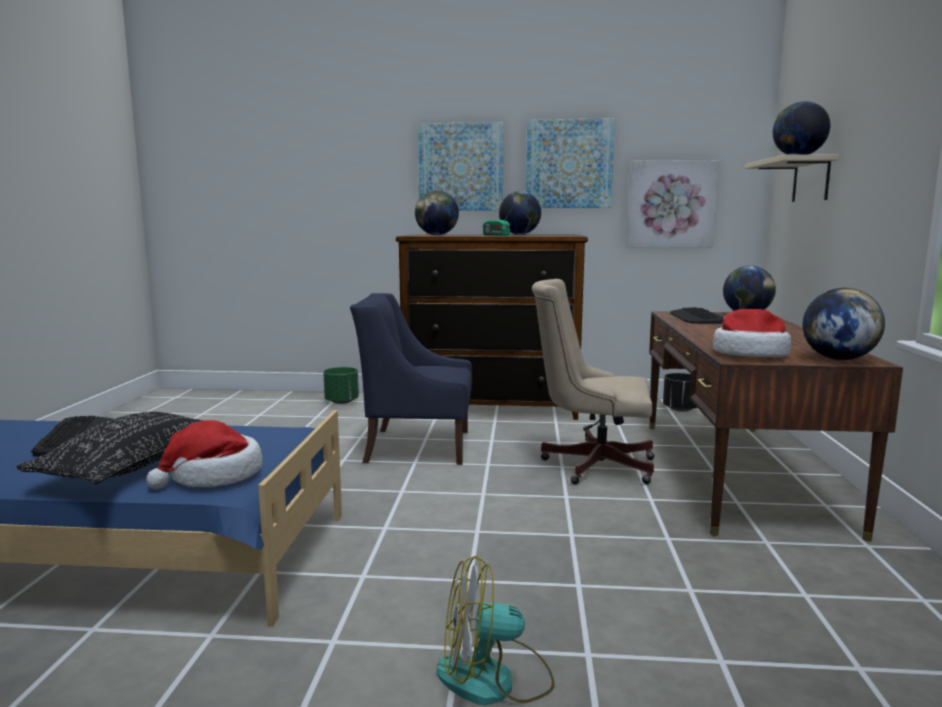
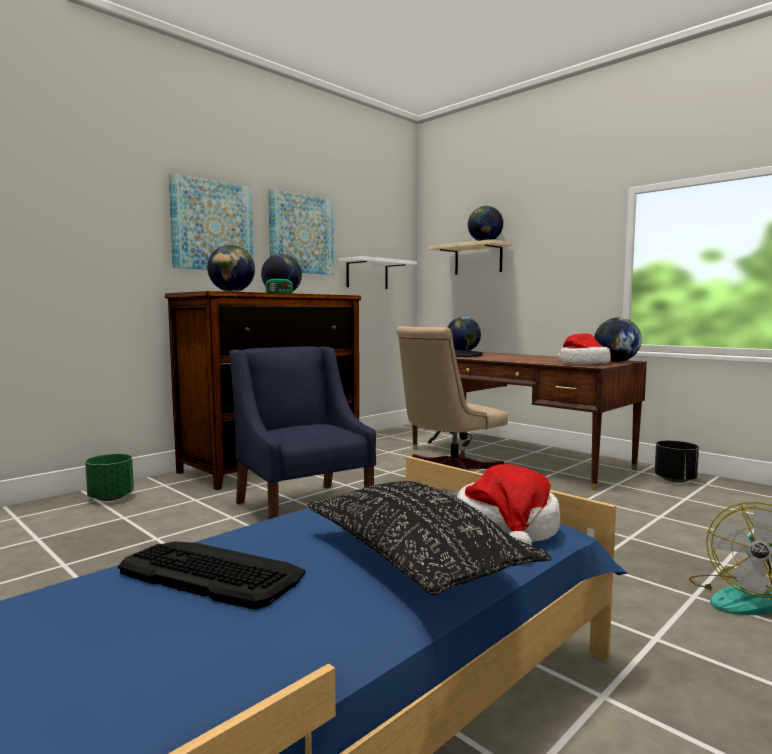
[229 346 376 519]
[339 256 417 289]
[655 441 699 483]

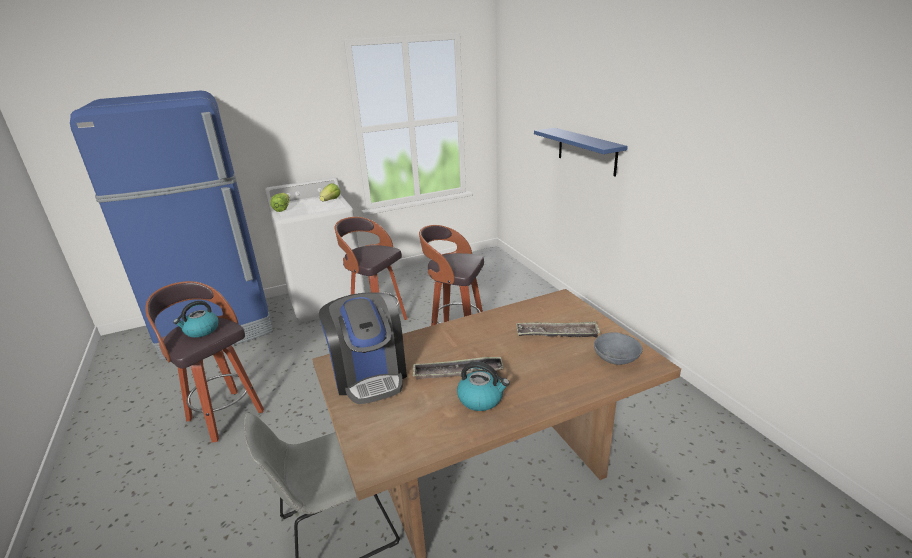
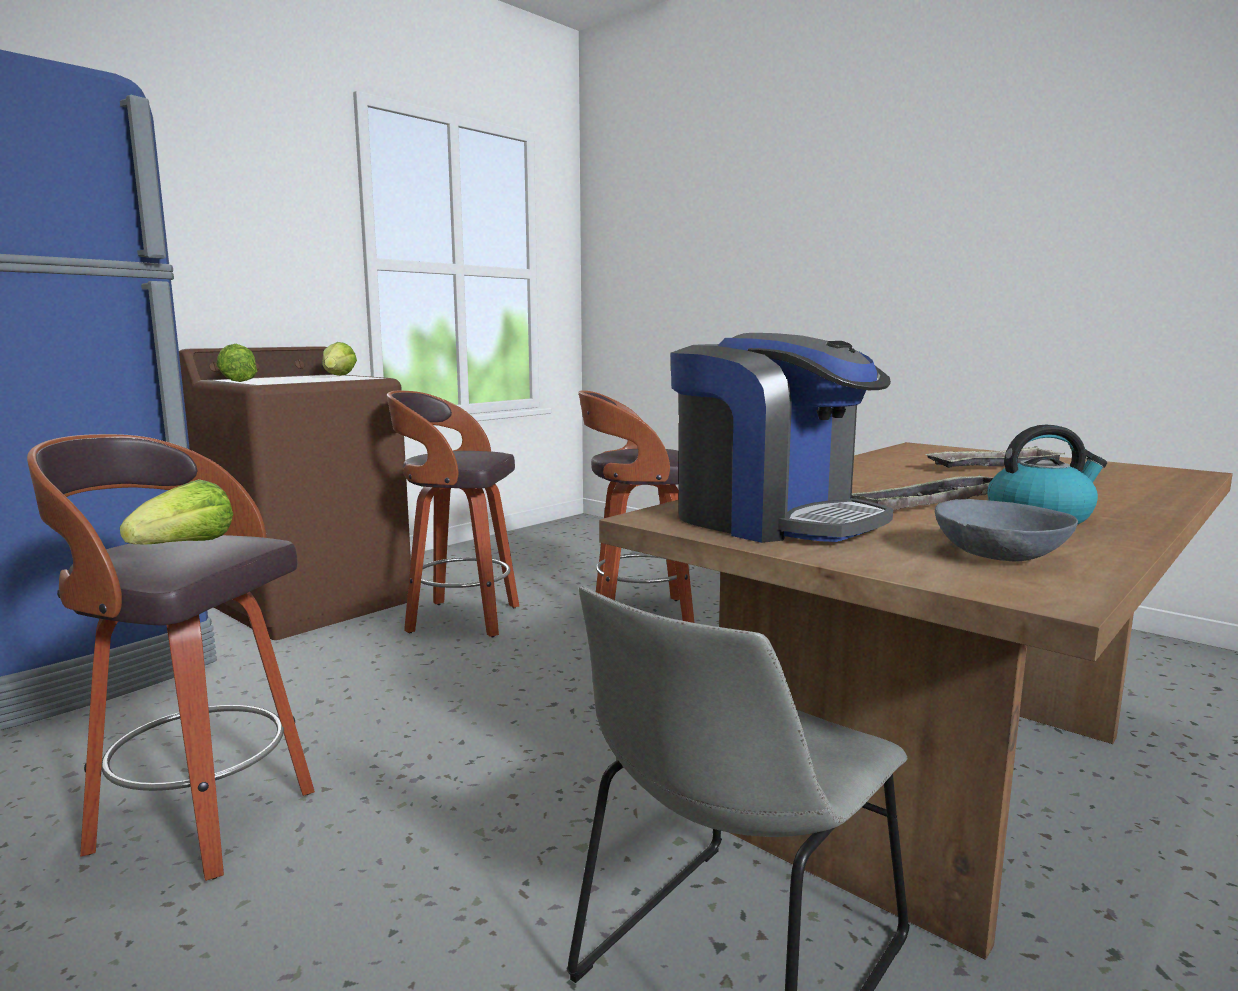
[120 479 233 545]
[179 346 411 640]
[935 499 1078 561]
[534 128 628 176] (first image)

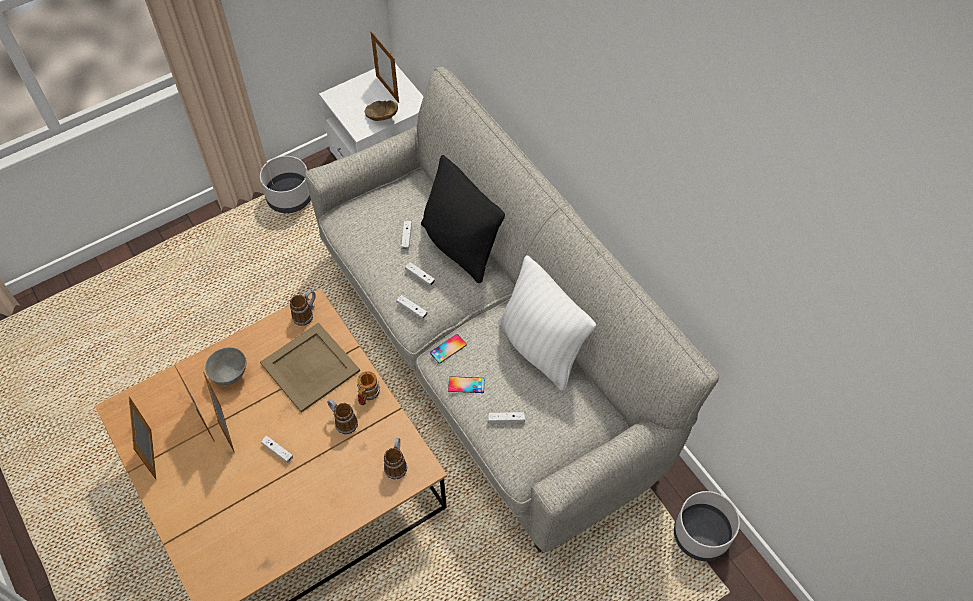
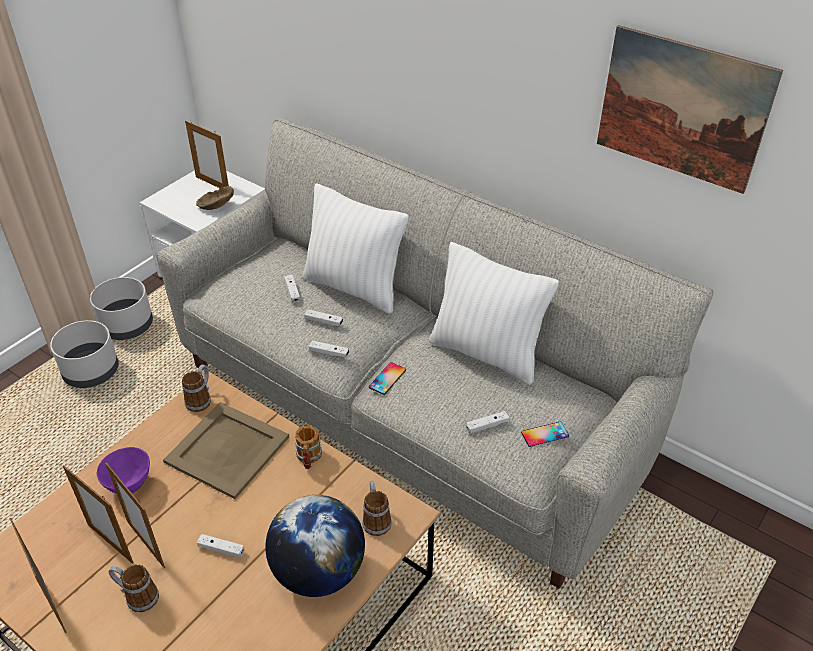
[50 320 119 388]
[97 447 150 494]
[109 564 159 612]
[265 495 365 597]
[302 183 409 314]
[521 422 569 447]
[597 25 783 194]

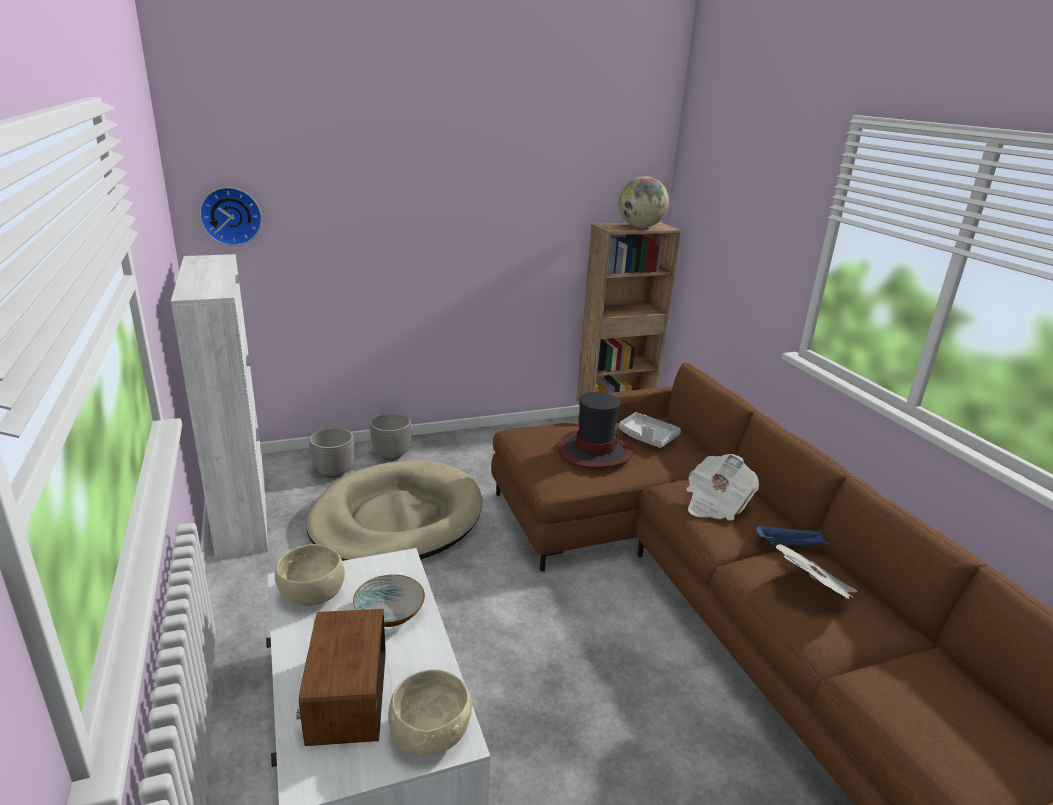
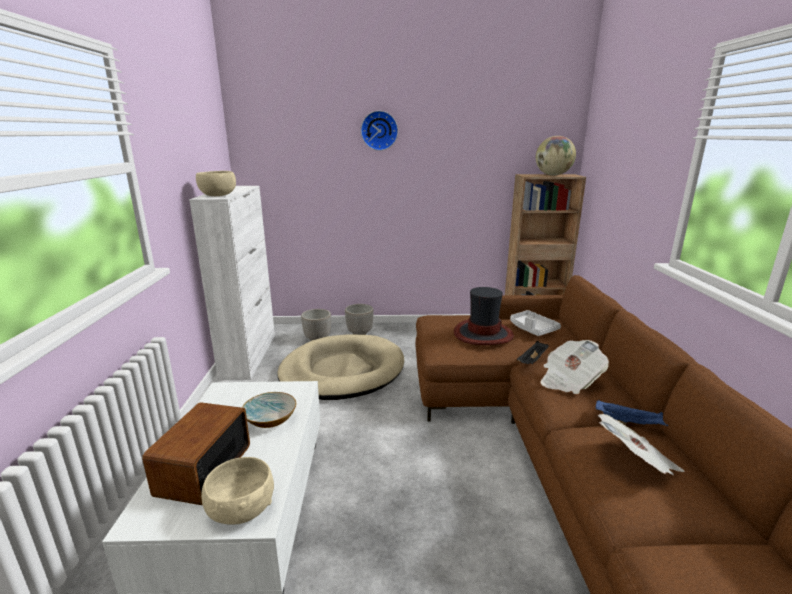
[196 171 236 196]
[361 111 398 151]
[517 341 549 364]

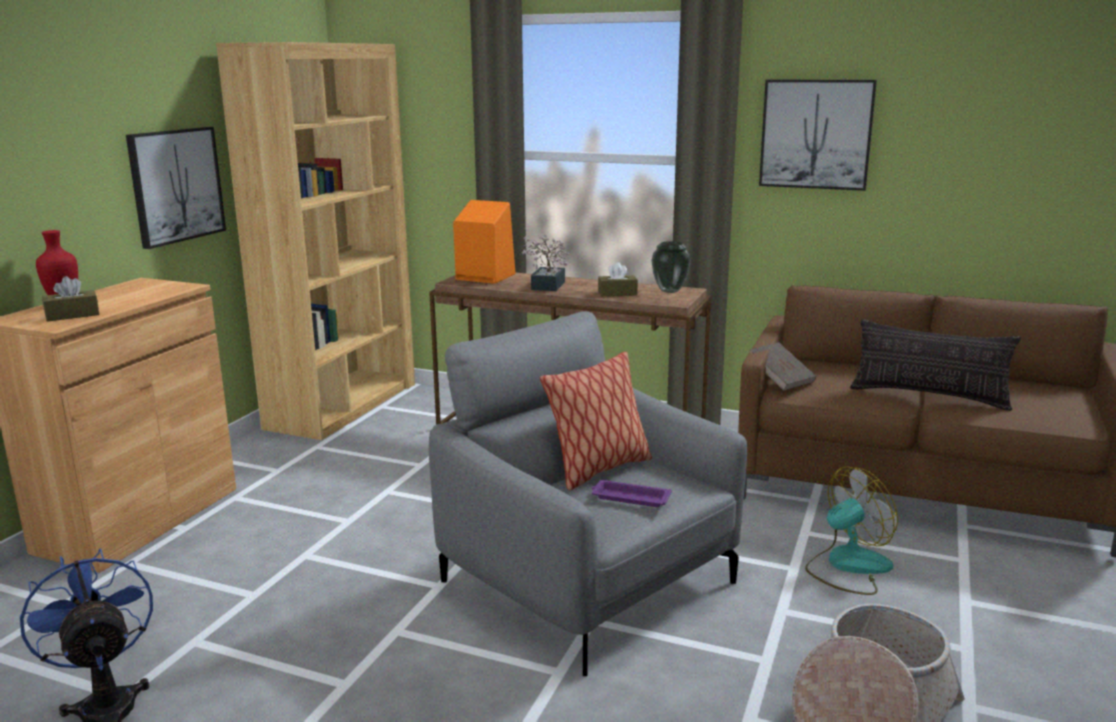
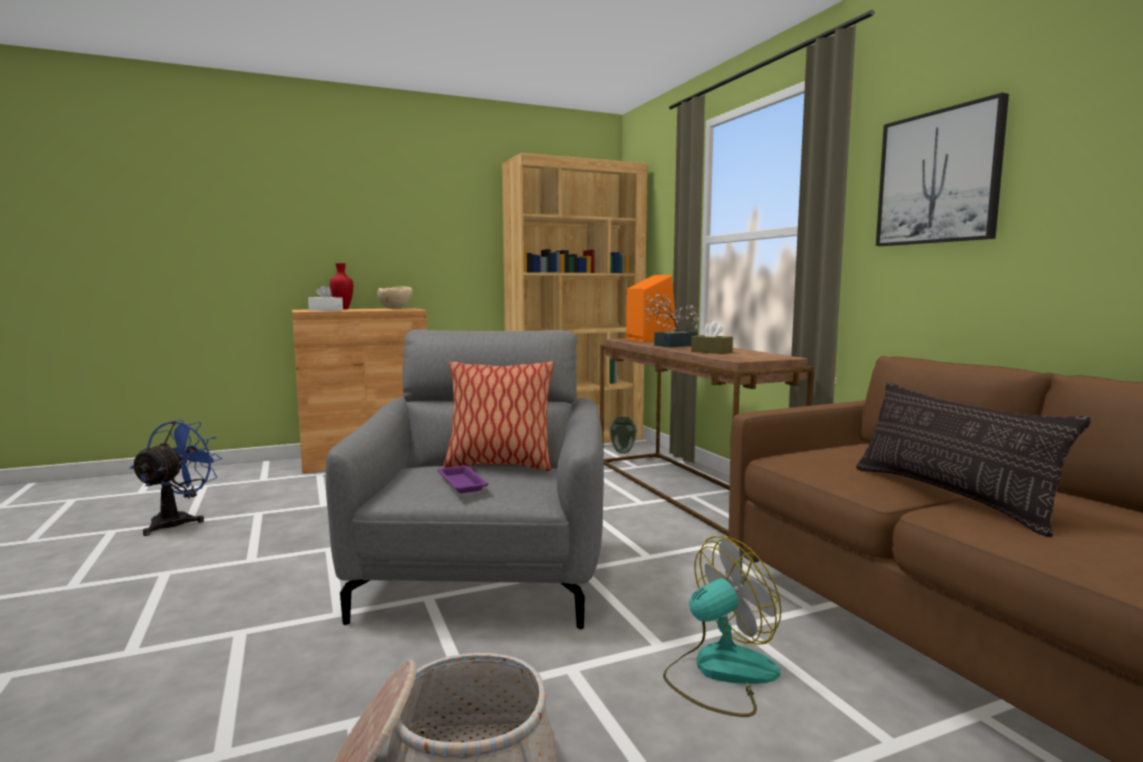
[308 285 343 311]
[377 286 413 309]
[609 417 637 454]
[663 536 781 717]
[126 127 226 249] (first image)
[750 343 816 391] (first image)

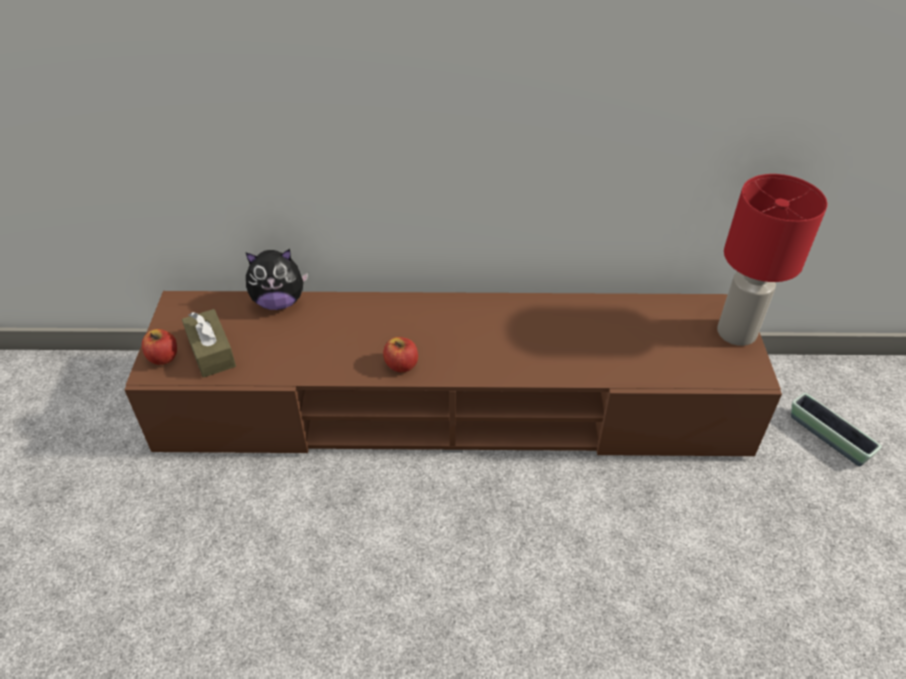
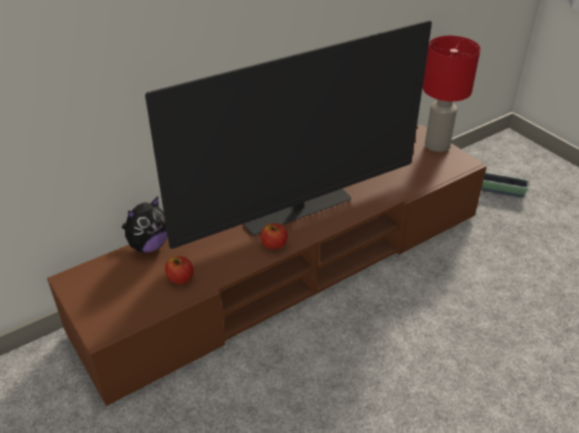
[145 20 432 249]
[165 256 194 284]
[182 309 236 378] (first image)

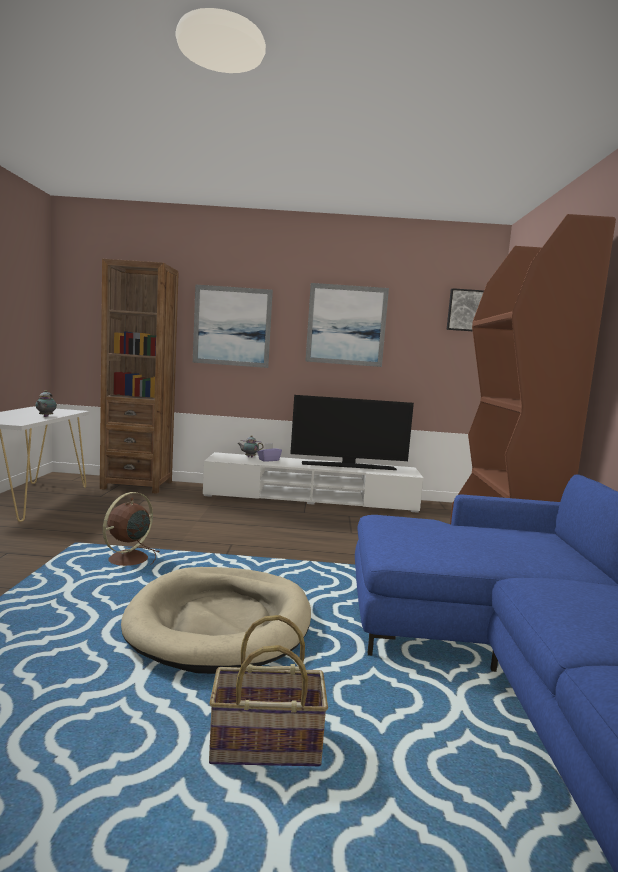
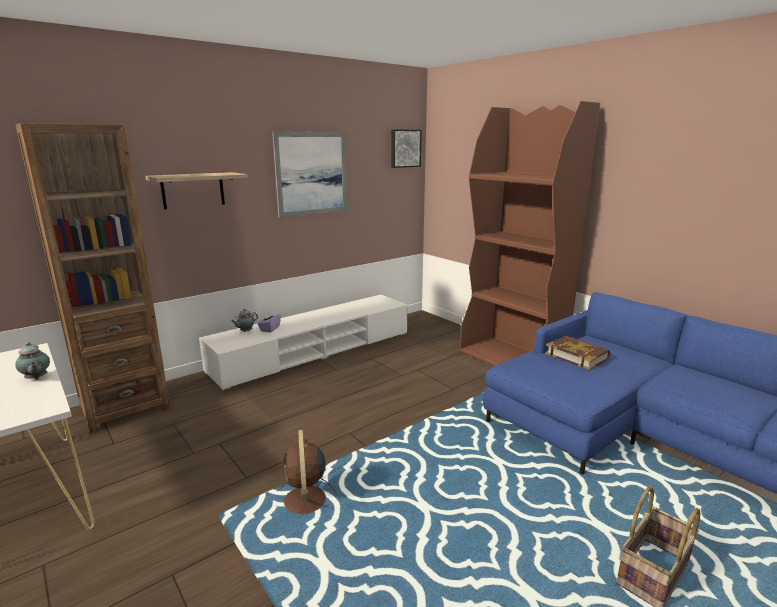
[146 172 248 209]
[545 336 610 370]
[121 567 311 674] (first image)
[290 395 414 470] (first image)

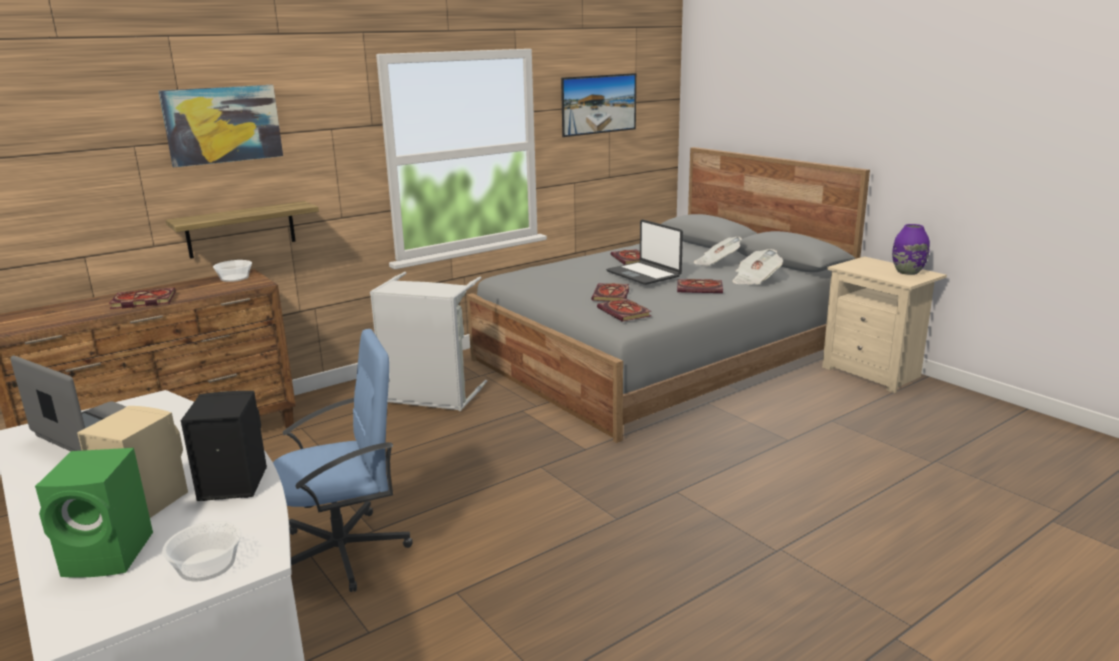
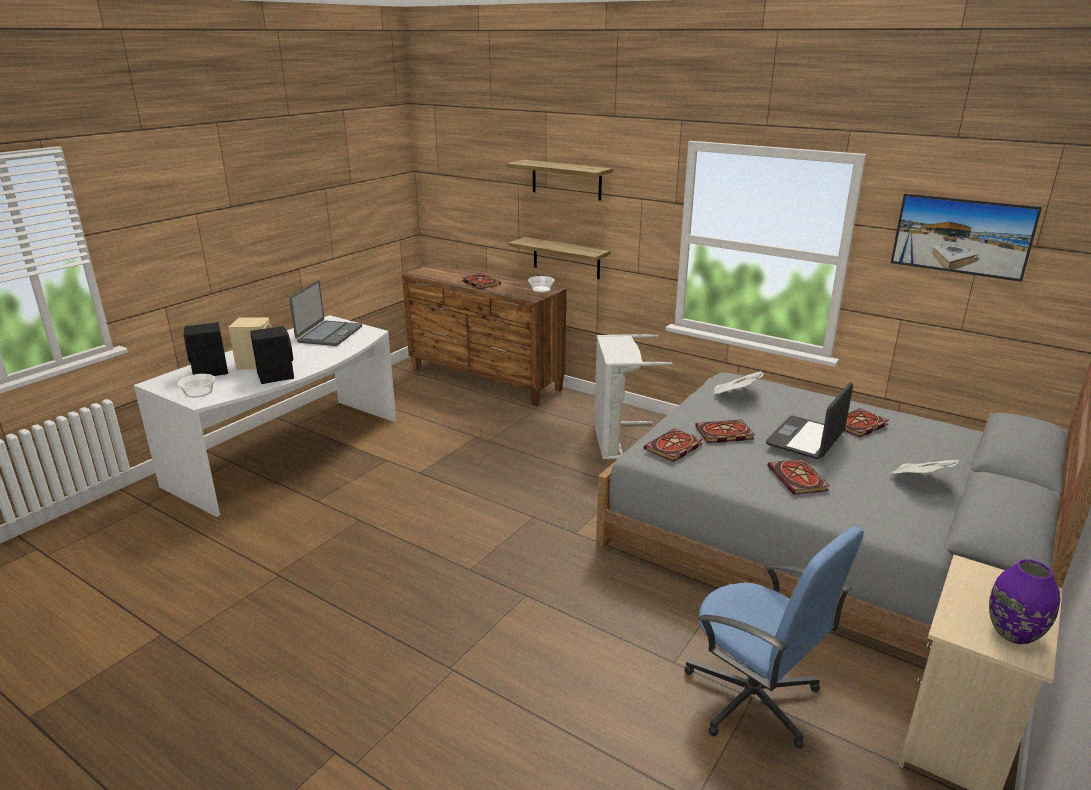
[183 322 228 376]
[506 160 613 201]
[684 526 864 749]
[713 371 764 395]

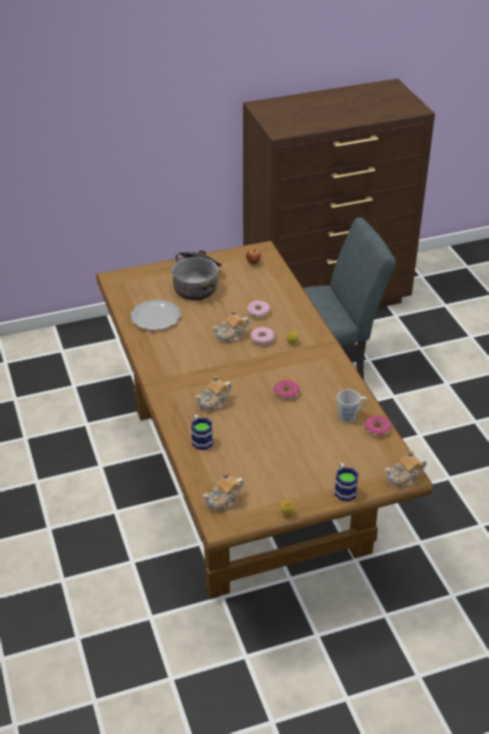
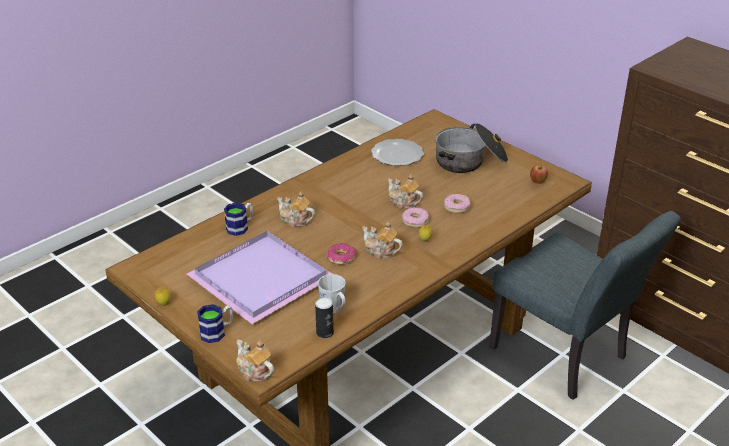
[187 231 332 324]
[315 297 334 338]
[362 221 403 259]

